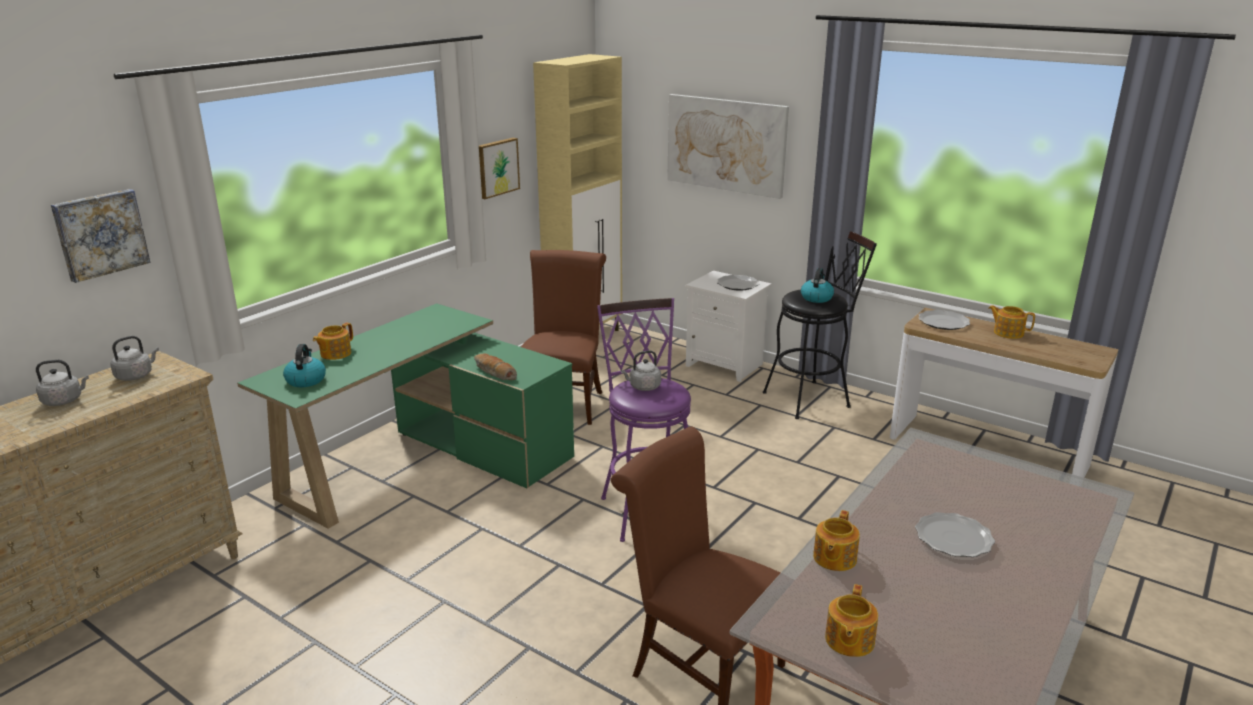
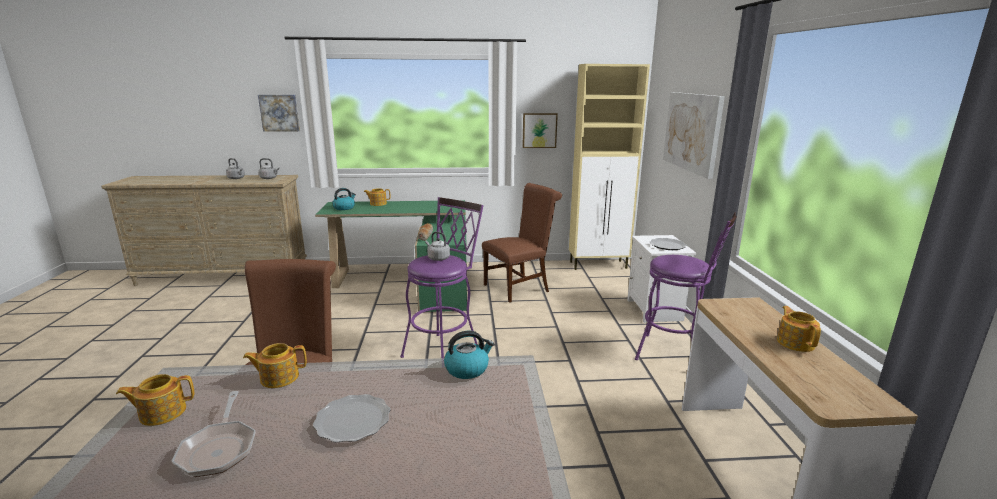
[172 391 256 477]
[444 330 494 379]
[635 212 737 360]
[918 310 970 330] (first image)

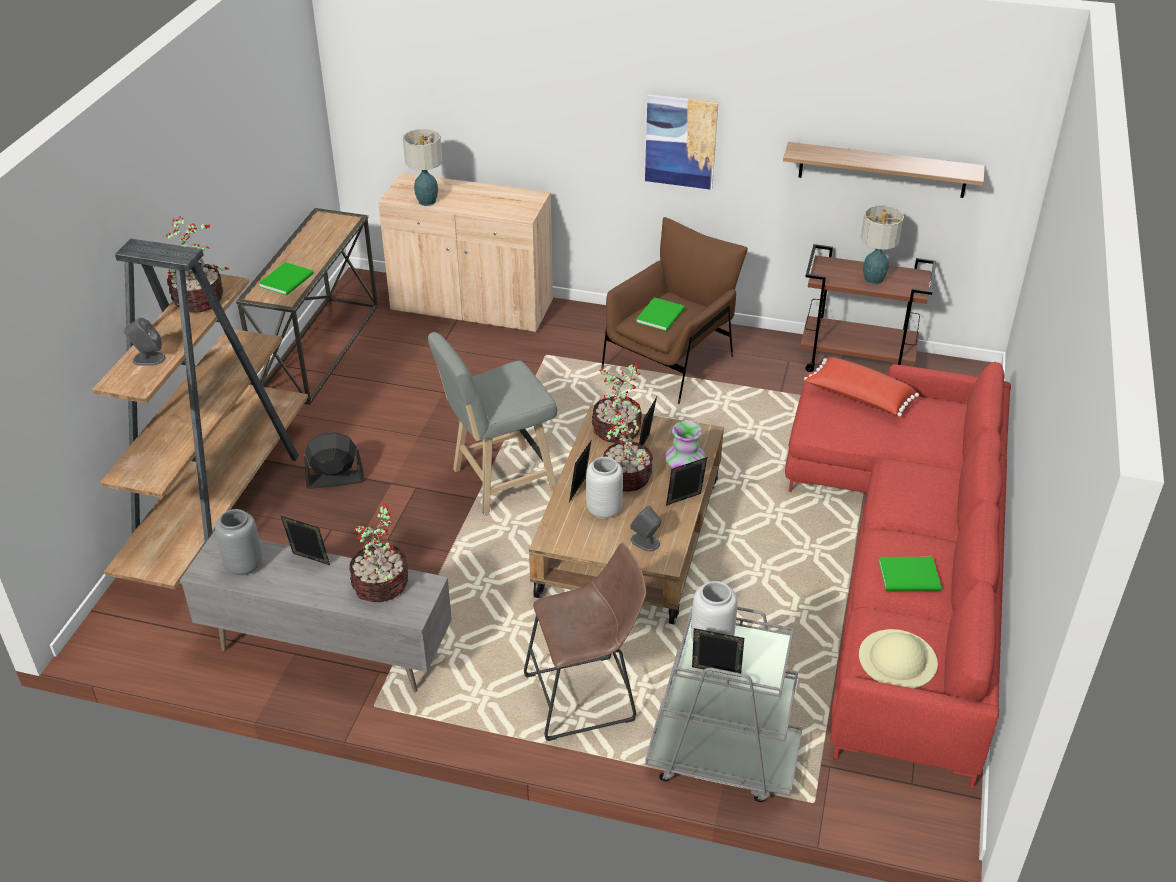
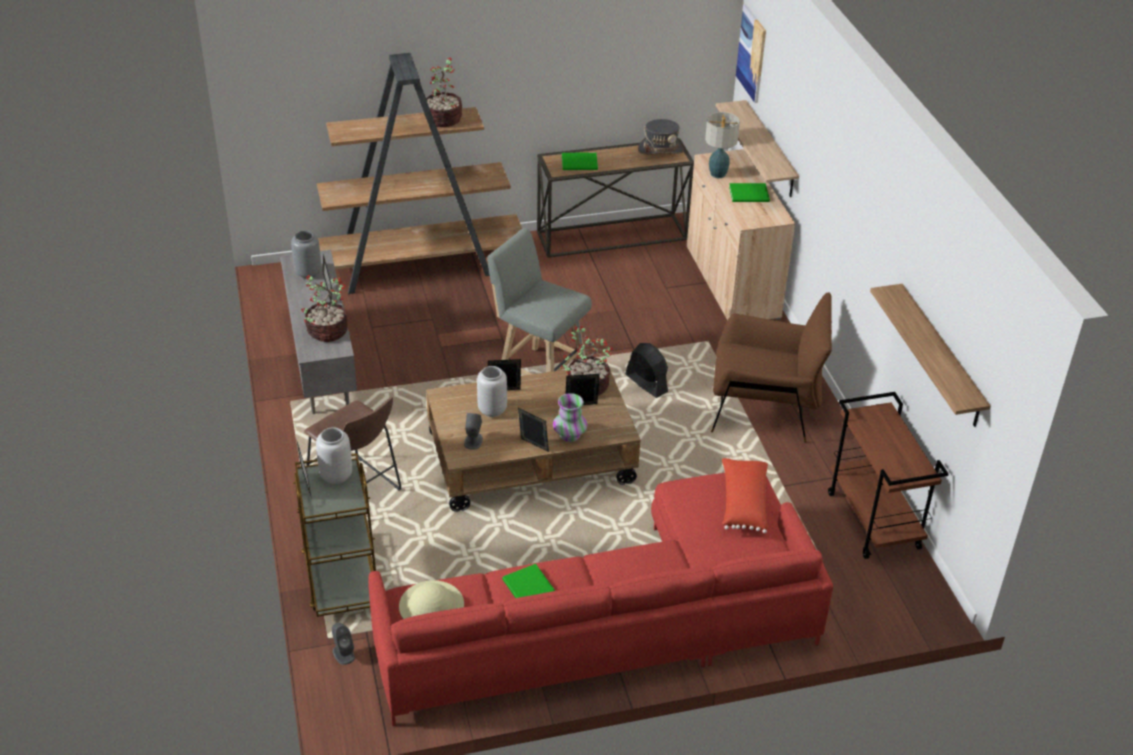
[293 453 376 617]
[332 623 355 665]
[625 343 668 398]
[638 119 684 155]
[716 100 799 197]
[729 183 770 202]
[736 5 766 103]
[603 397 653 492] (first image)
[861 205 904 285] (first image)

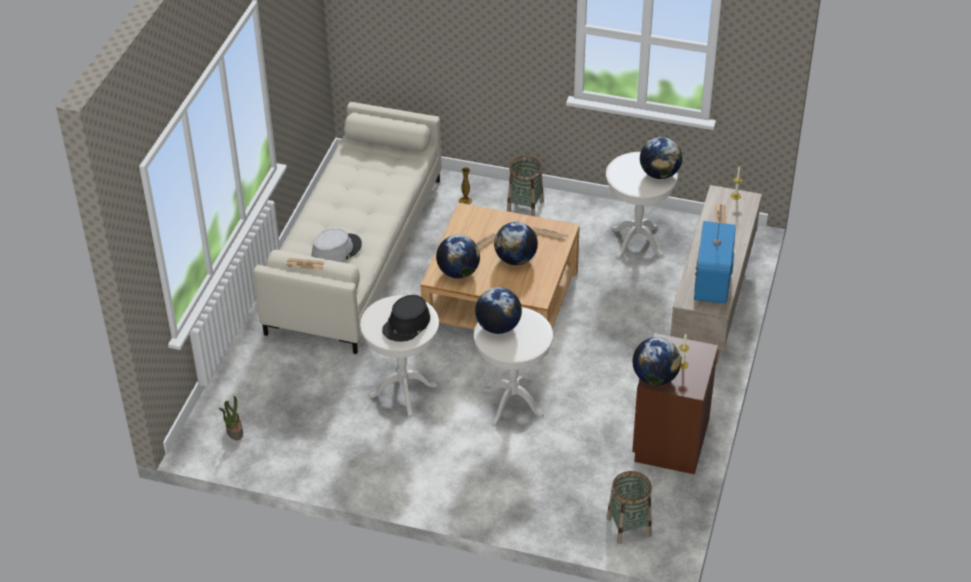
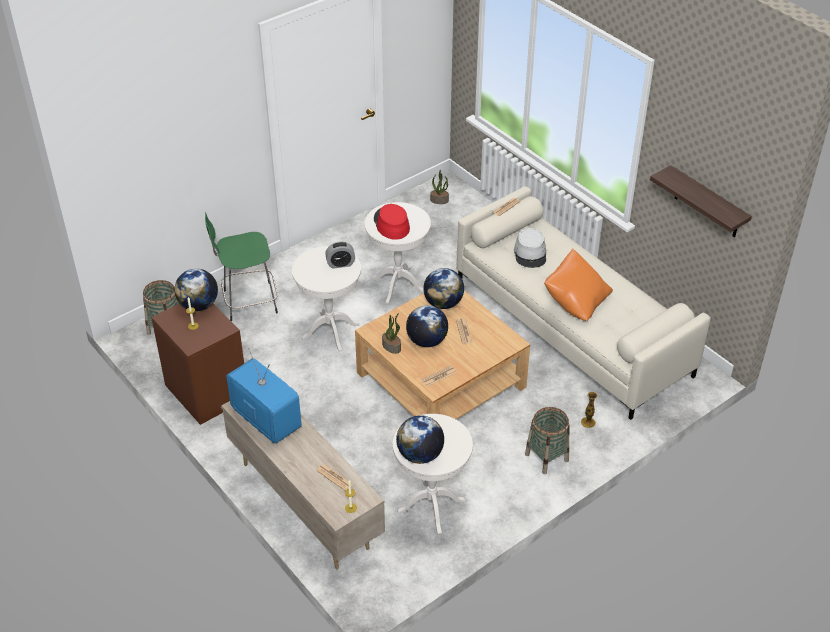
[205 212 278 321]
[325 242 355 269]
[374 204 410 240]
[382 313 401 354]
[544 249 613 321]
[650 165 752 237]

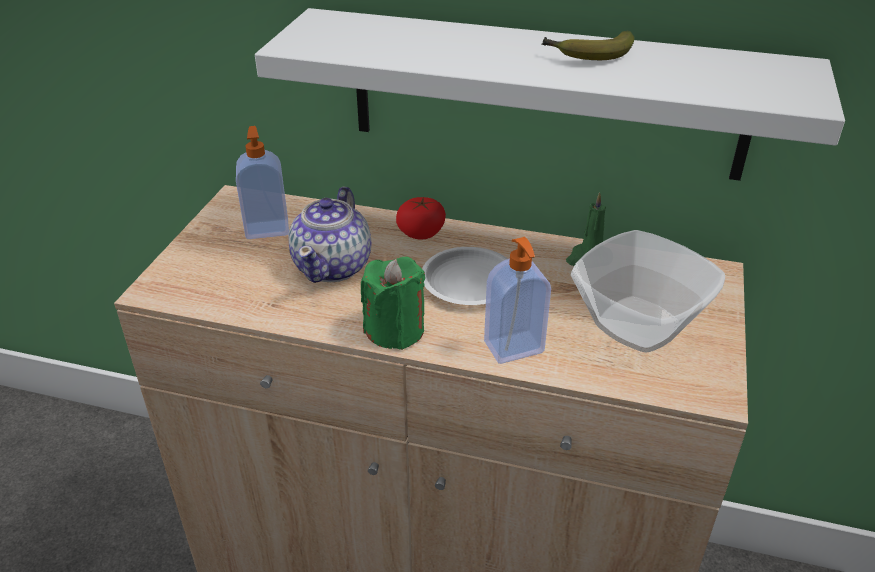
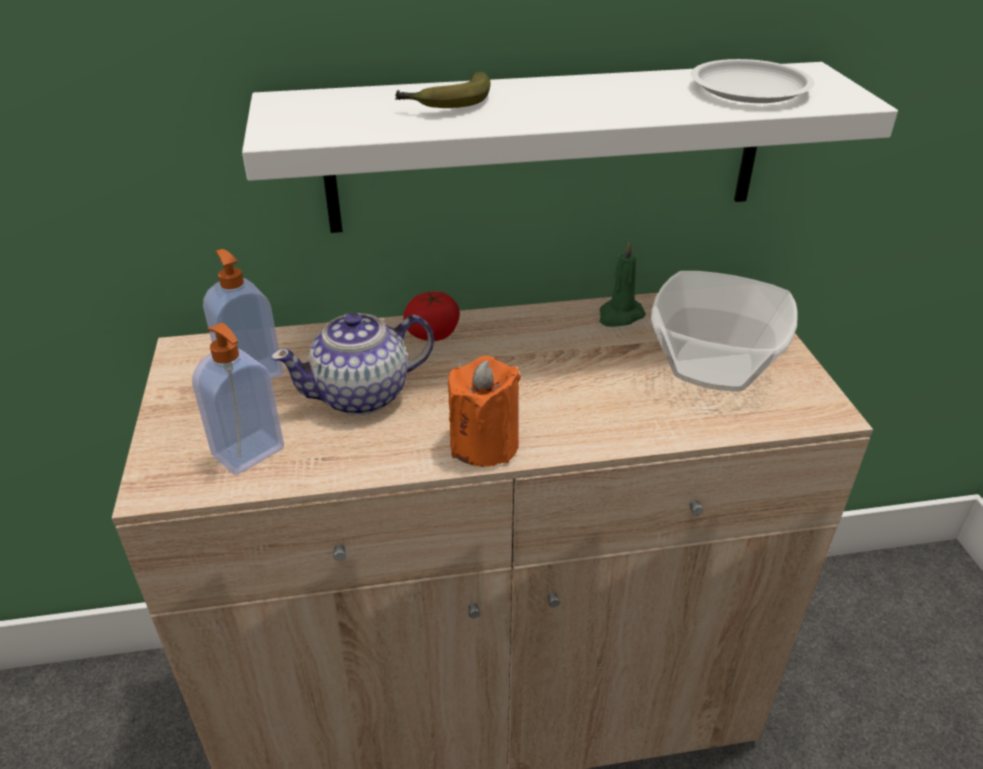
[192 323 284 475]
[271 312 434 415]
[395 72 491 108]
[448 356 521 467]
[691 59 814 103]

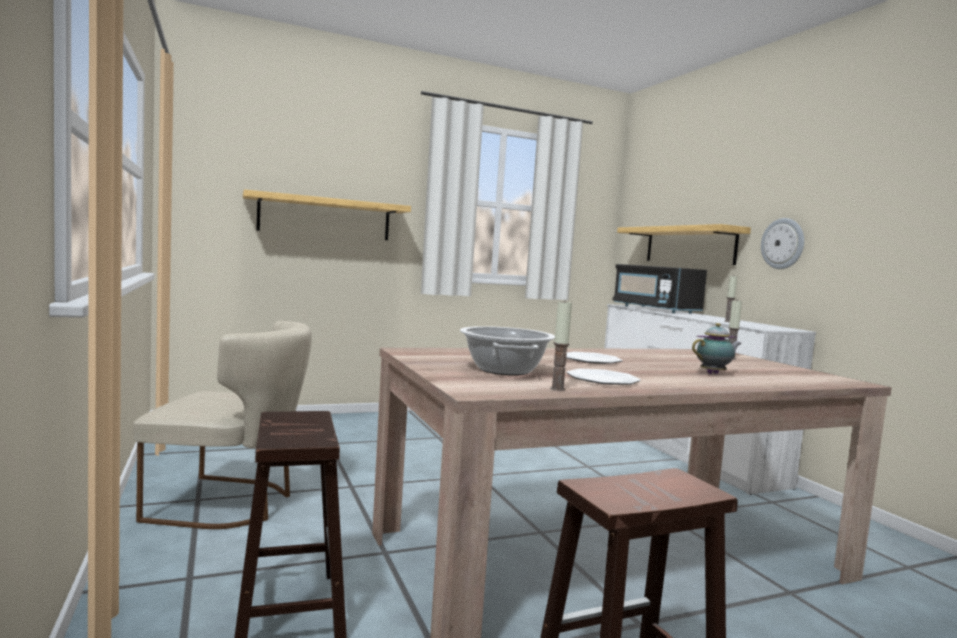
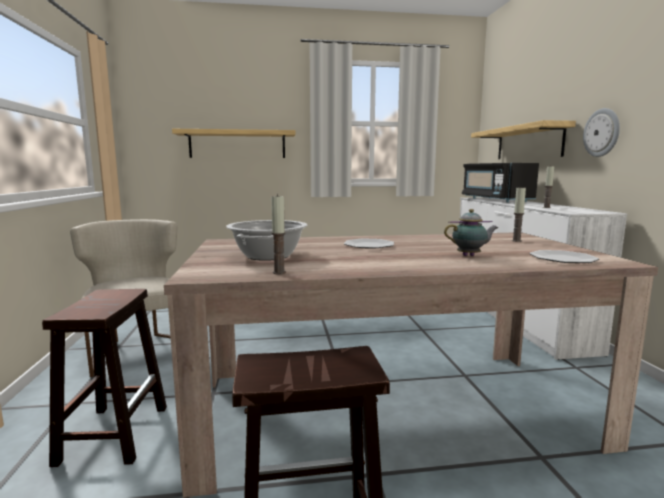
[70 219 177 377]
[530 250 599 263]

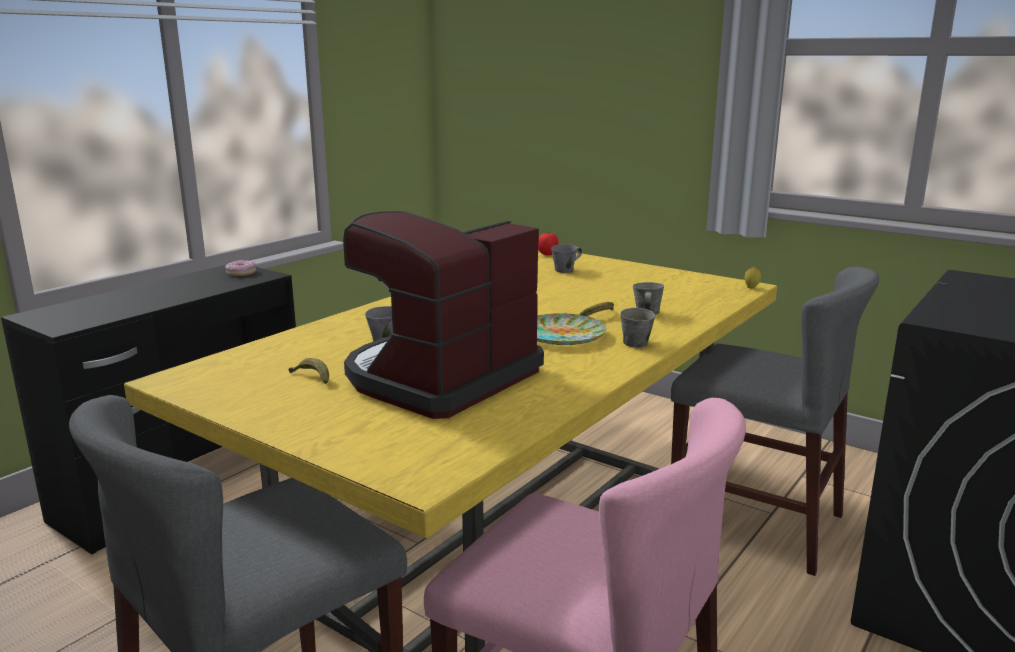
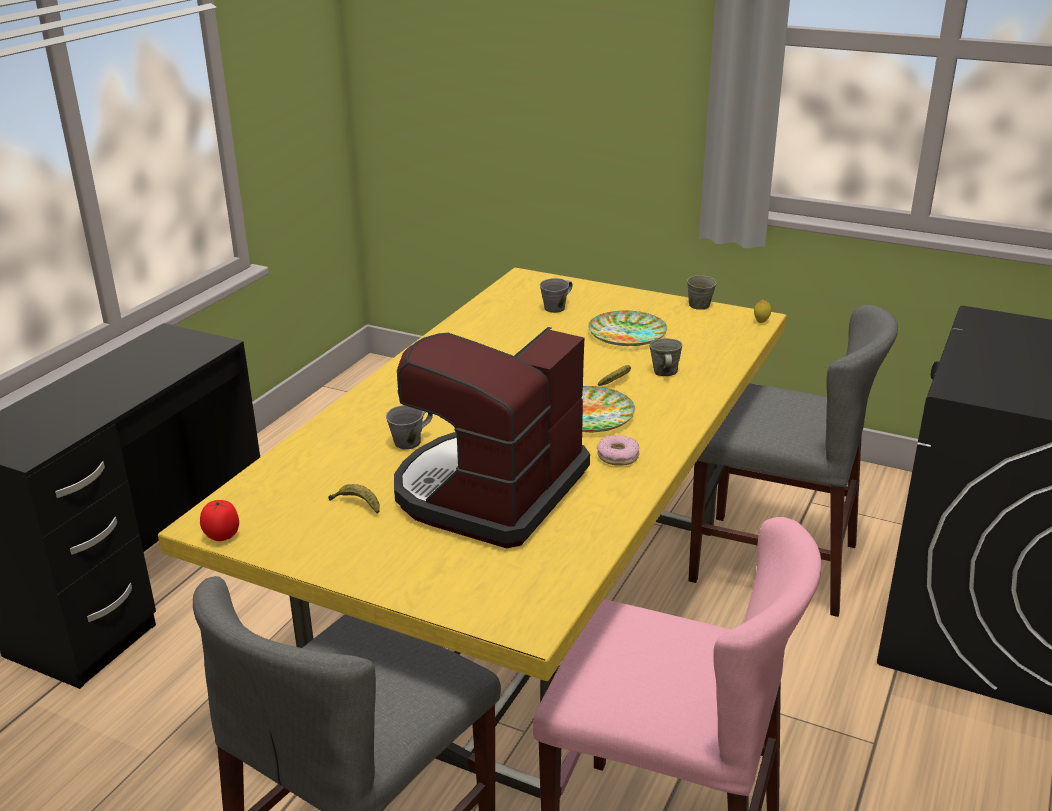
[200 500 239 541]
[588 311 667 346]
[597 435 639 466]
[687 275 716 310]

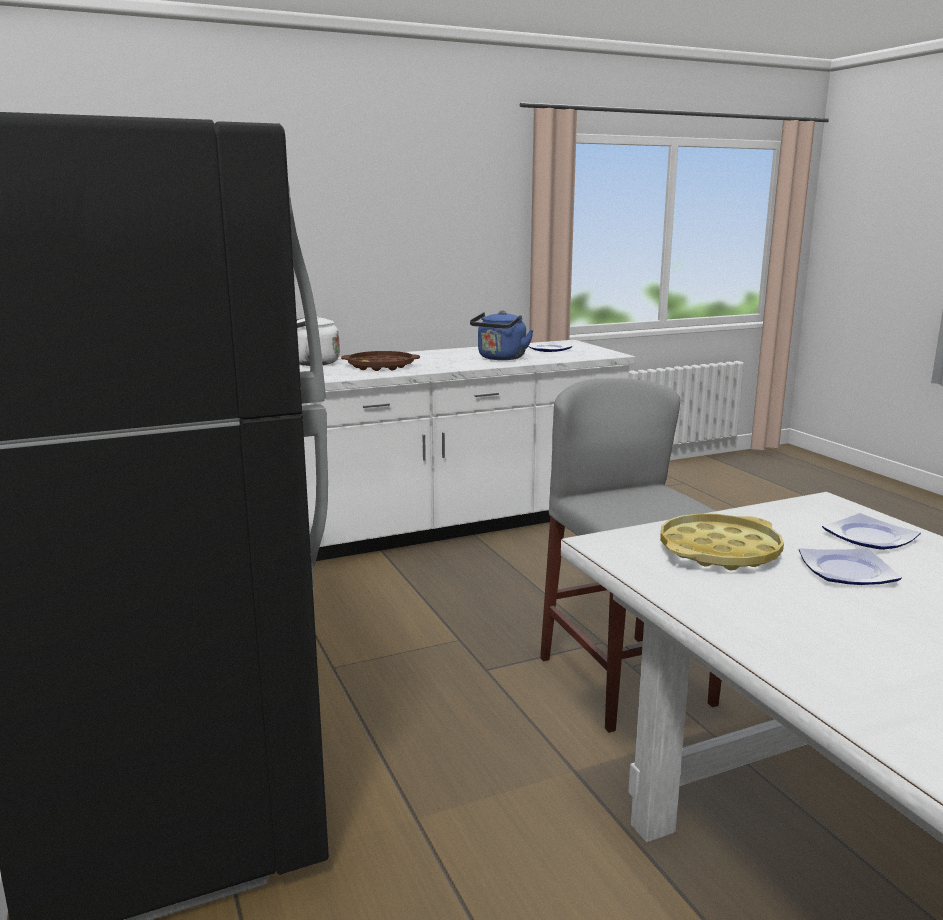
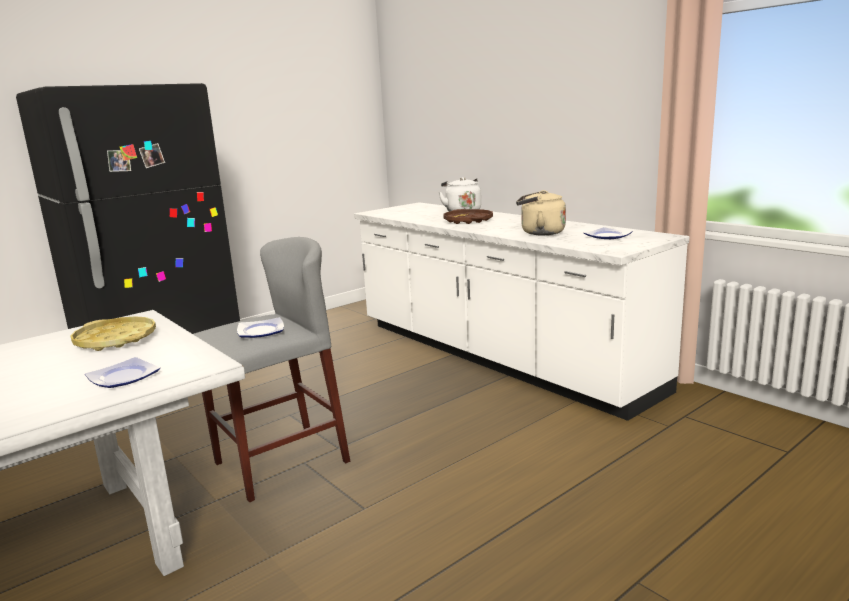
[237 317 284 338]
[516 190 566 235]

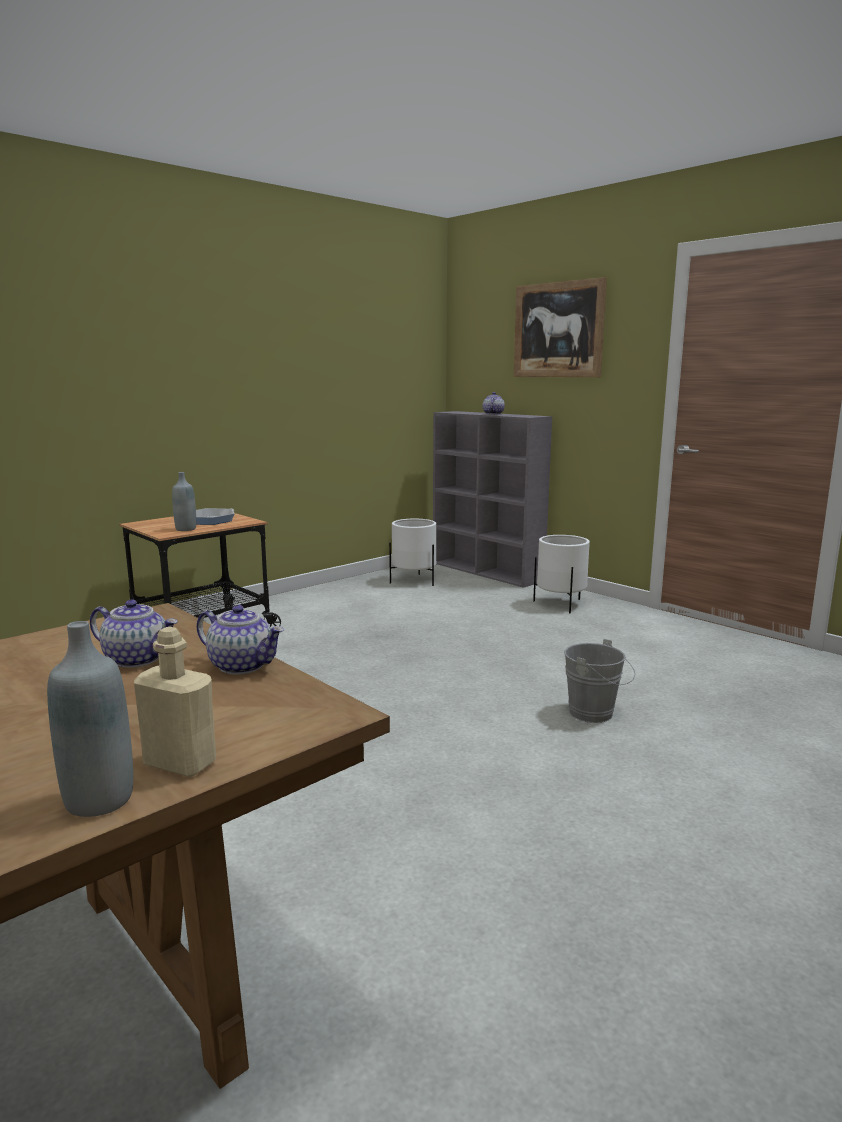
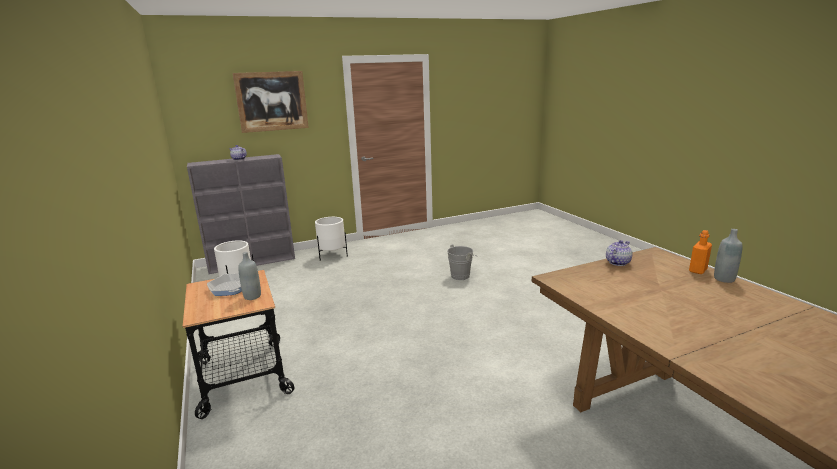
[689 230 712 274]
[90 599 178 668] (first image)

